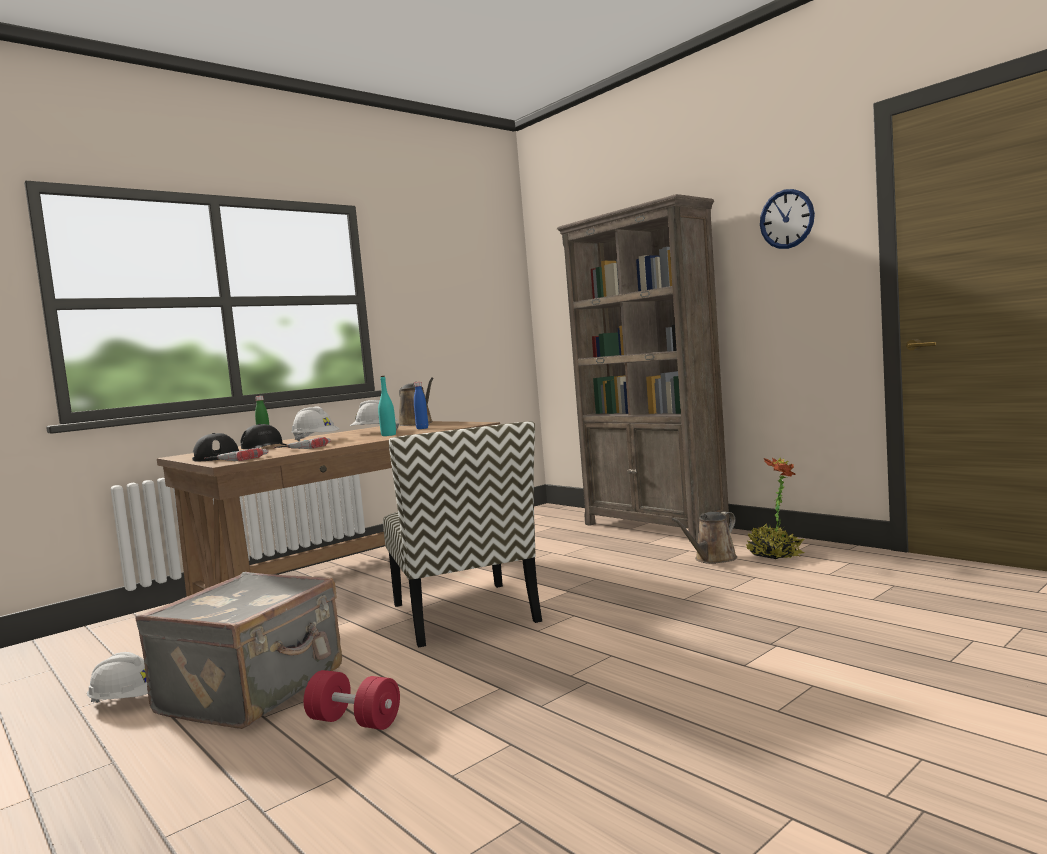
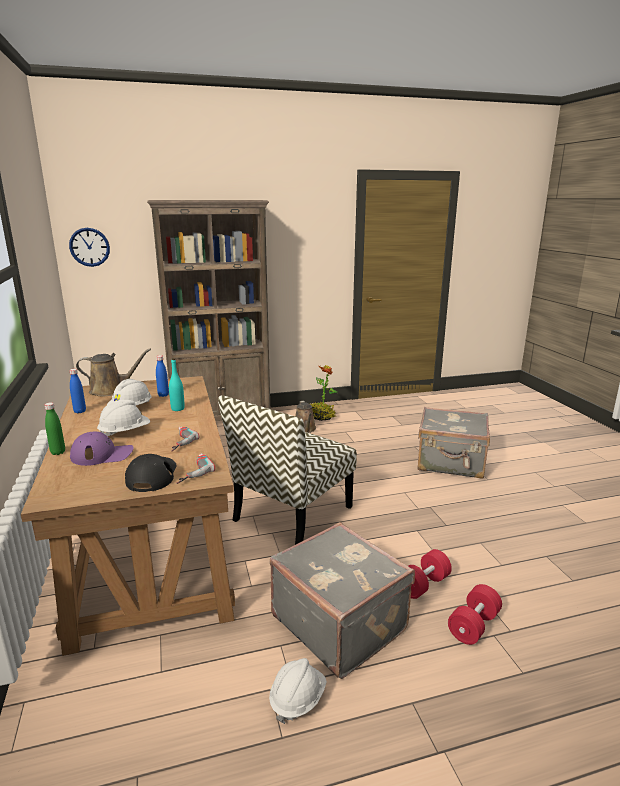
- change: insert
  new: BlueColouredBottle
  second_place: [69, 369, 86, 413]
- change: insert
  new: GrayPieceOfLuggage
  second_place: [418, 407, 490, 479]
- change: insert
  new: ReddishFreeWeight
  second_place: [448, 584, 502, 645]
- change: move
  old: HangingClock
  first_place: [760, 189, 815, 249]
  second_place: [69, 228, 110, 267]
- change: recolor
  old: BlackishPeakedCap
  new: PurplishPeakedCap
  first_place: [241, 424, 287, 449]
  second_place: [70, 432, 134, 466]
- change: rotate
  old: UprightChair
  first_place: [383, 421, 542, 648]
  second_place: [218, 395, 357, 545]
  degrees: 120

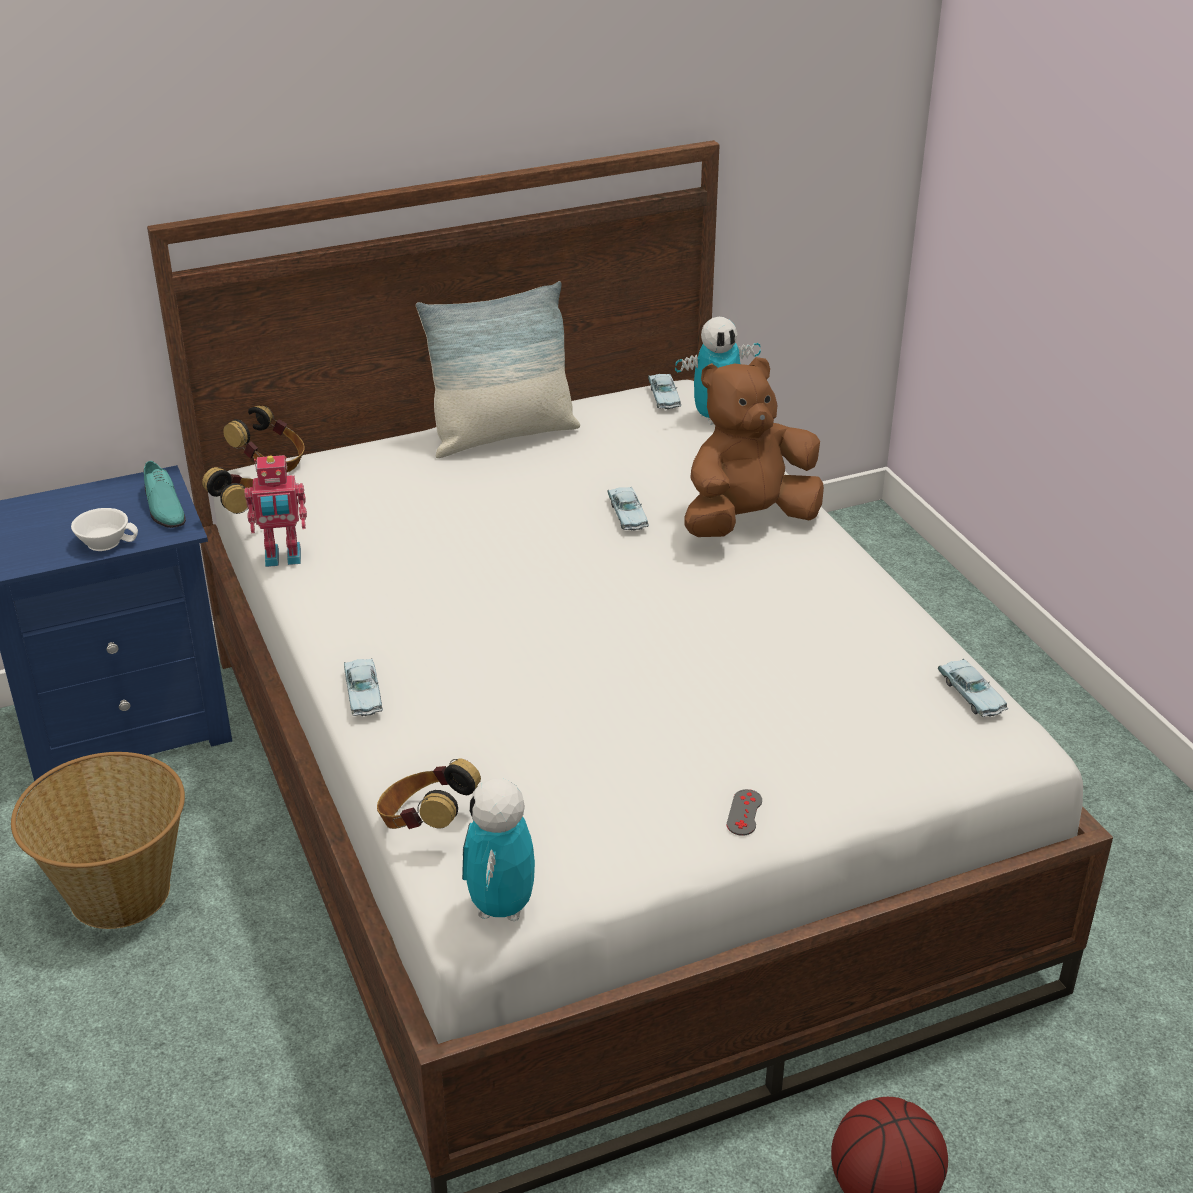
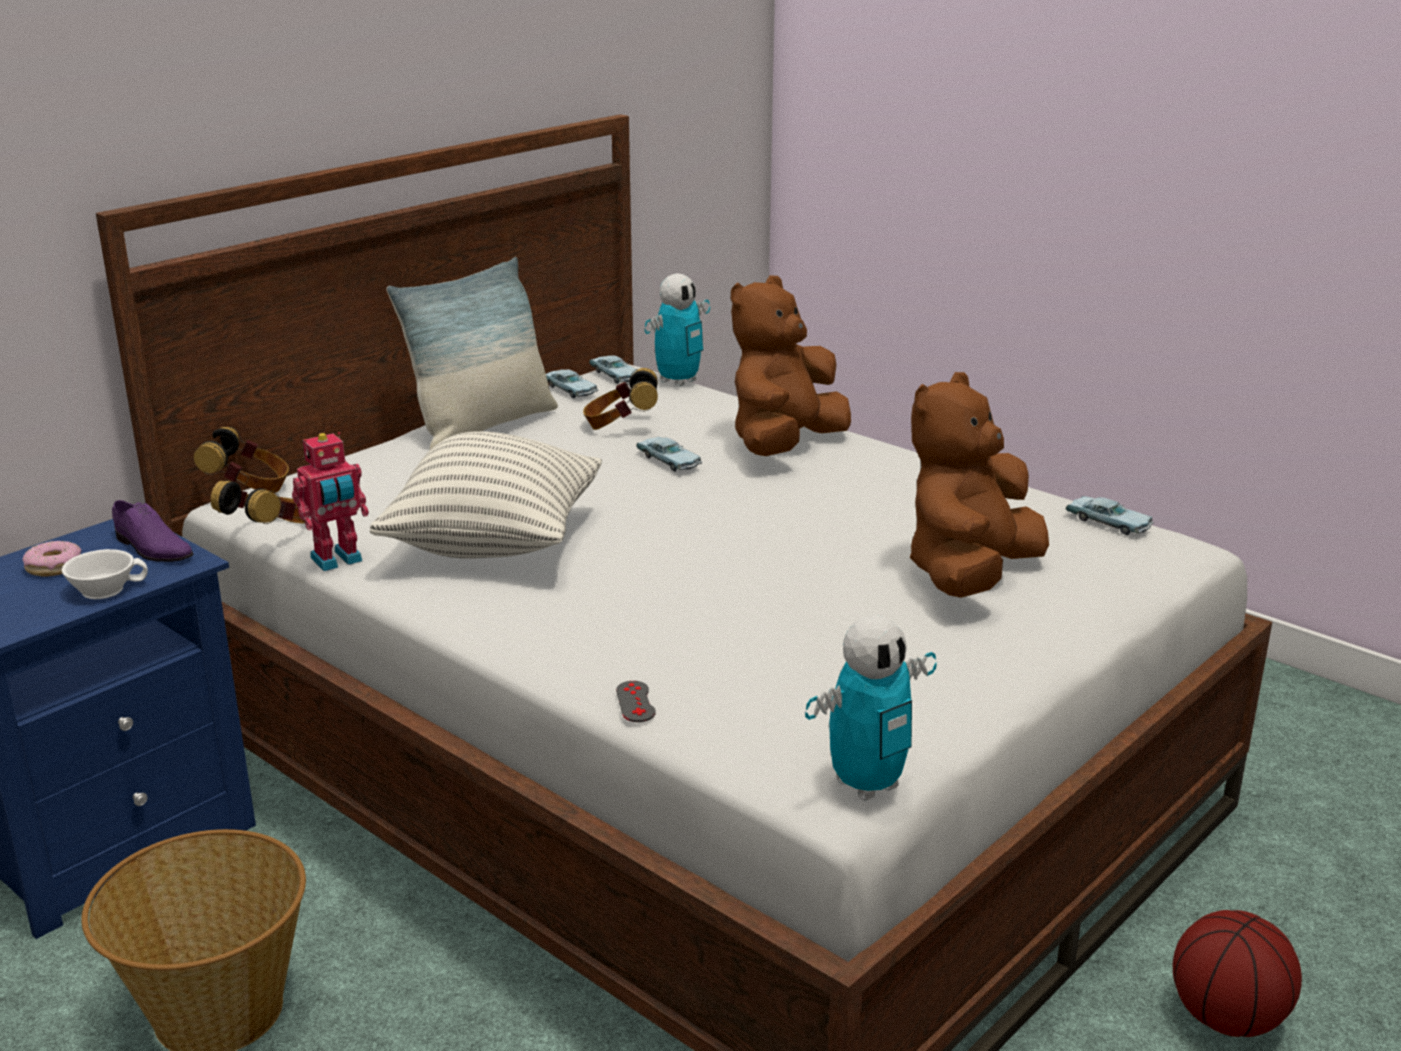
- change: insert
  new: RingDoughnut
  second_place: [22, 541, 82, 576]
- change: insert
  new: ThrowPillow
  second_place: [370, 431, 602, 559]
- change: insert
  new: BrownPlushToy
  second_place: [910, 372, 1049, 598]
- change: move
  old: BlueColouredModelCar
  first_place: [344, 659, 383, 716]
  second_place: [546, 369, 598, 398]
- change: move
  old: Headphones
  first_place: [377, 759, 481, 829]
  second_place: [583, 368, 658, 430]
- change: move
  old: GrayJoypad
  first_place: [727, 789, 762, 836]
  second_place: [616, 681, 656, 722]
- change: recolor
  old: TurquoiseColouredShoe
  new: PurplishShoe
  first_place: [144, 461, 186, 528]
  second_place: [112, 500, 193, 562]
- change: rotate
  old: ToyRobot
  first_place: [462, 778, 535, 921]
  second_place: [805, 616, 937, 801]
  degrees: -105

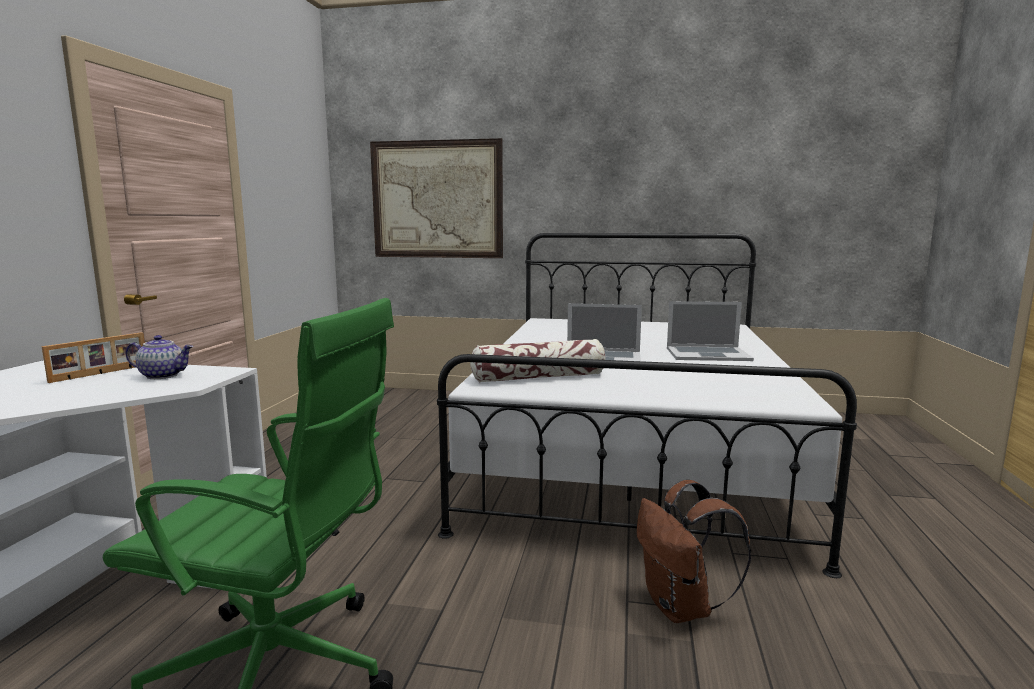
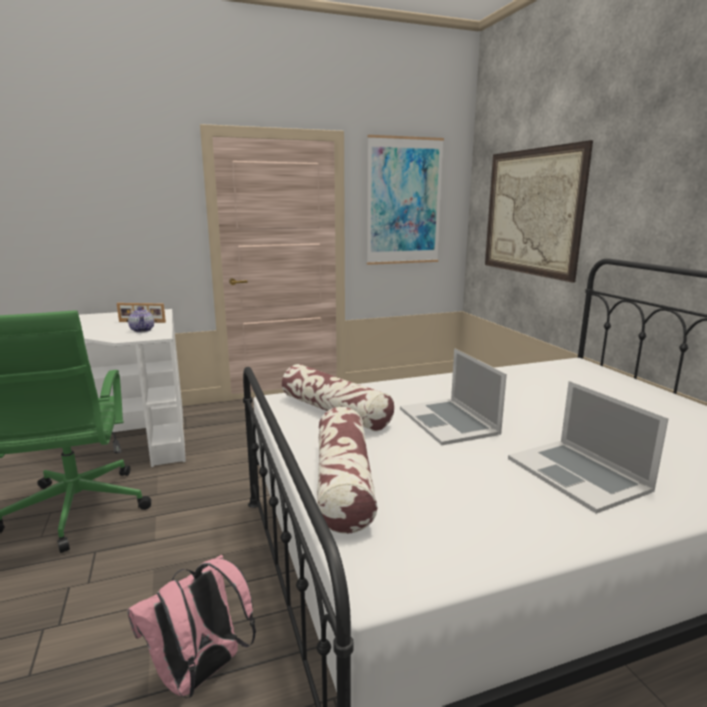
- change: insert
  new: ThrowPillow
  second_place: [317, 407, 378, 534]
- change: insert
  new: WallArt
  second_place: [367, 135, 444, 265]
- change: recolor
  old: BrownRucksack
  new: PinkRucksack
  first_place: [637, 480, 751, 623]
  second_place: [127, 555, 256, 698]

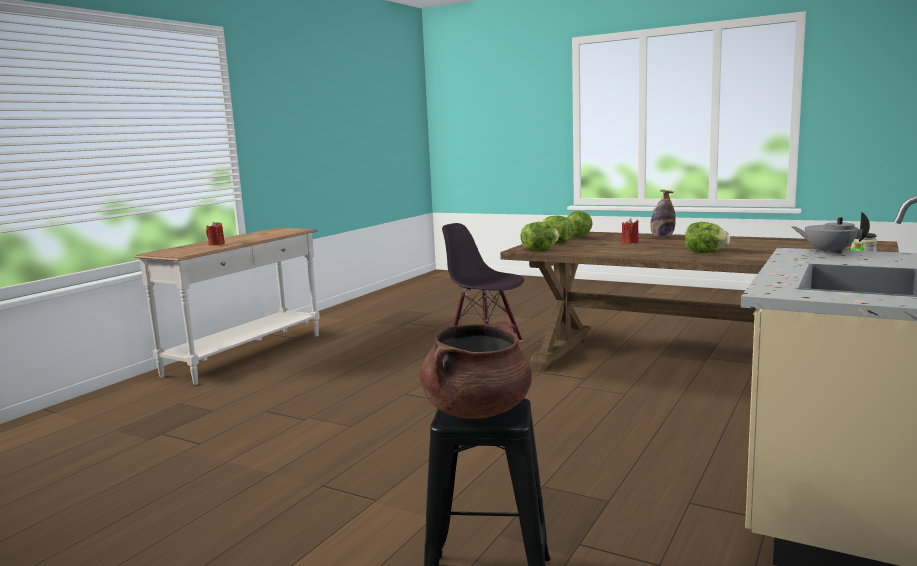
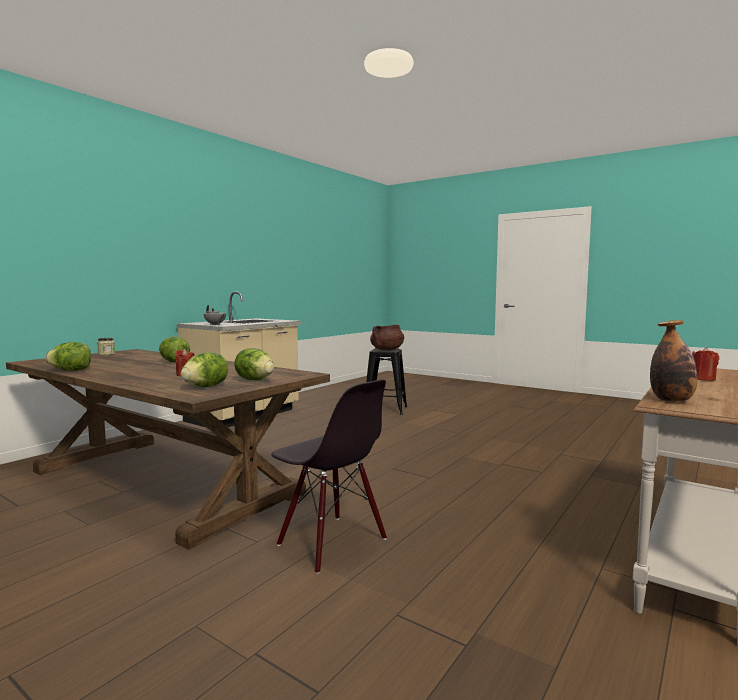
- change: move
  old: LettuceHead
  first_place: [520, 222, 559, 251]
  second_place: [45, 342, 91, 371]
- change: move
  old: Bottle
  first_place: [650, 190, 676, 238]
  second_place: [650, 320, 697, 402]

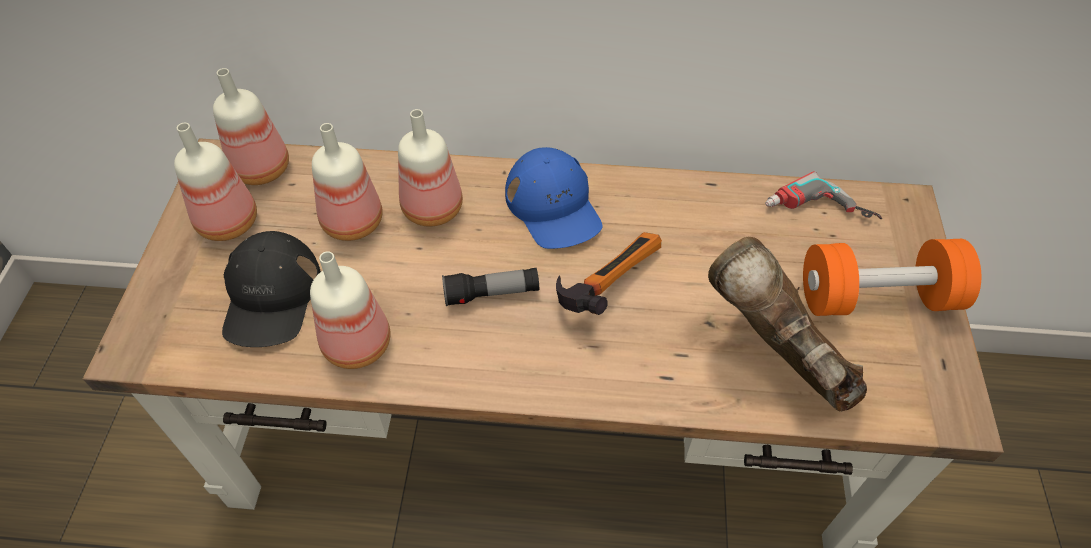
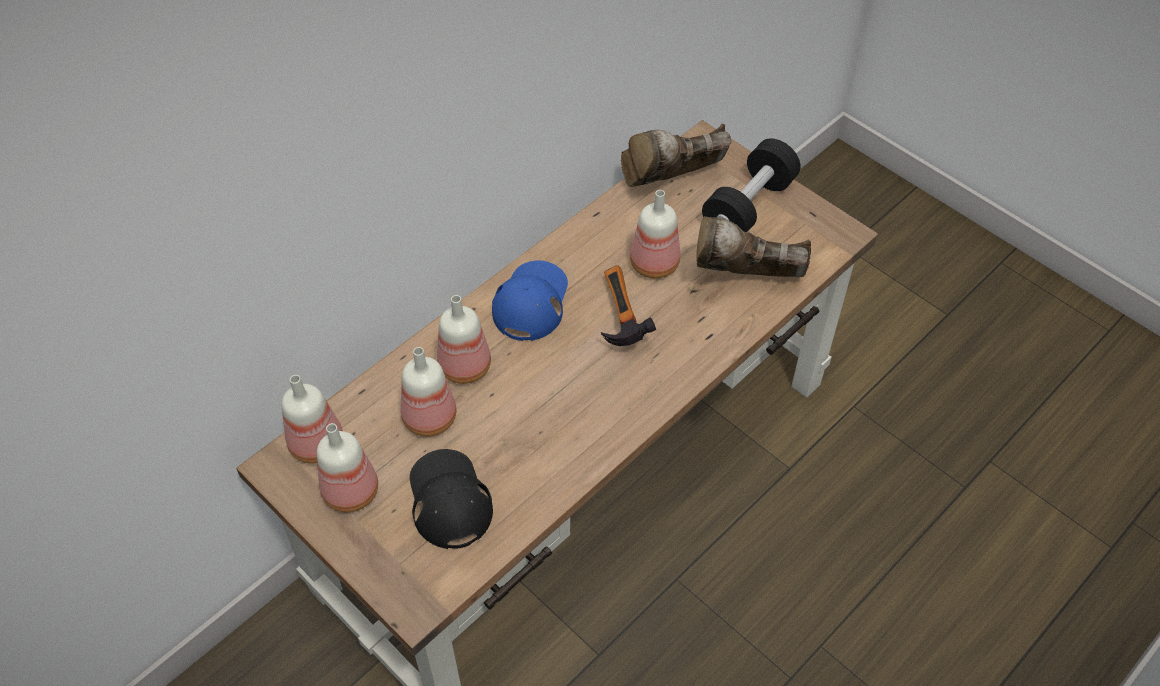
- change: delete
  old: Torch
  first_place: [442, 268, 539, 306]
- change: move
  old: Bottle
  first_place: [310, 251, 391, 369]
  second_place: [630, 190, 680, 279]
- change: replace
  old: Drill
  new: BrownBoot
  first_place: [765, 171, 882, 219]
  second_place: [621, 123, 731, 187]
- change: recolor
  old: OrangeFreeWeight
  new: BlackishFreeWeight
  first_place: [803, 239, 981, 316]
  second_place: [702, 138, 801, 232]
- change: rotate
  old: BlackishPeakedCap
  first_place: [222, 231, 321, 347]
  second_place: [410, 449, 493, 549]
  degrees: -150
- change: rotate
  old: BlueColouredPeakedCap
  first_place: [505, 147, 602, 249]
  second_place: [492, 260, 568, 341]
  degrees: -90

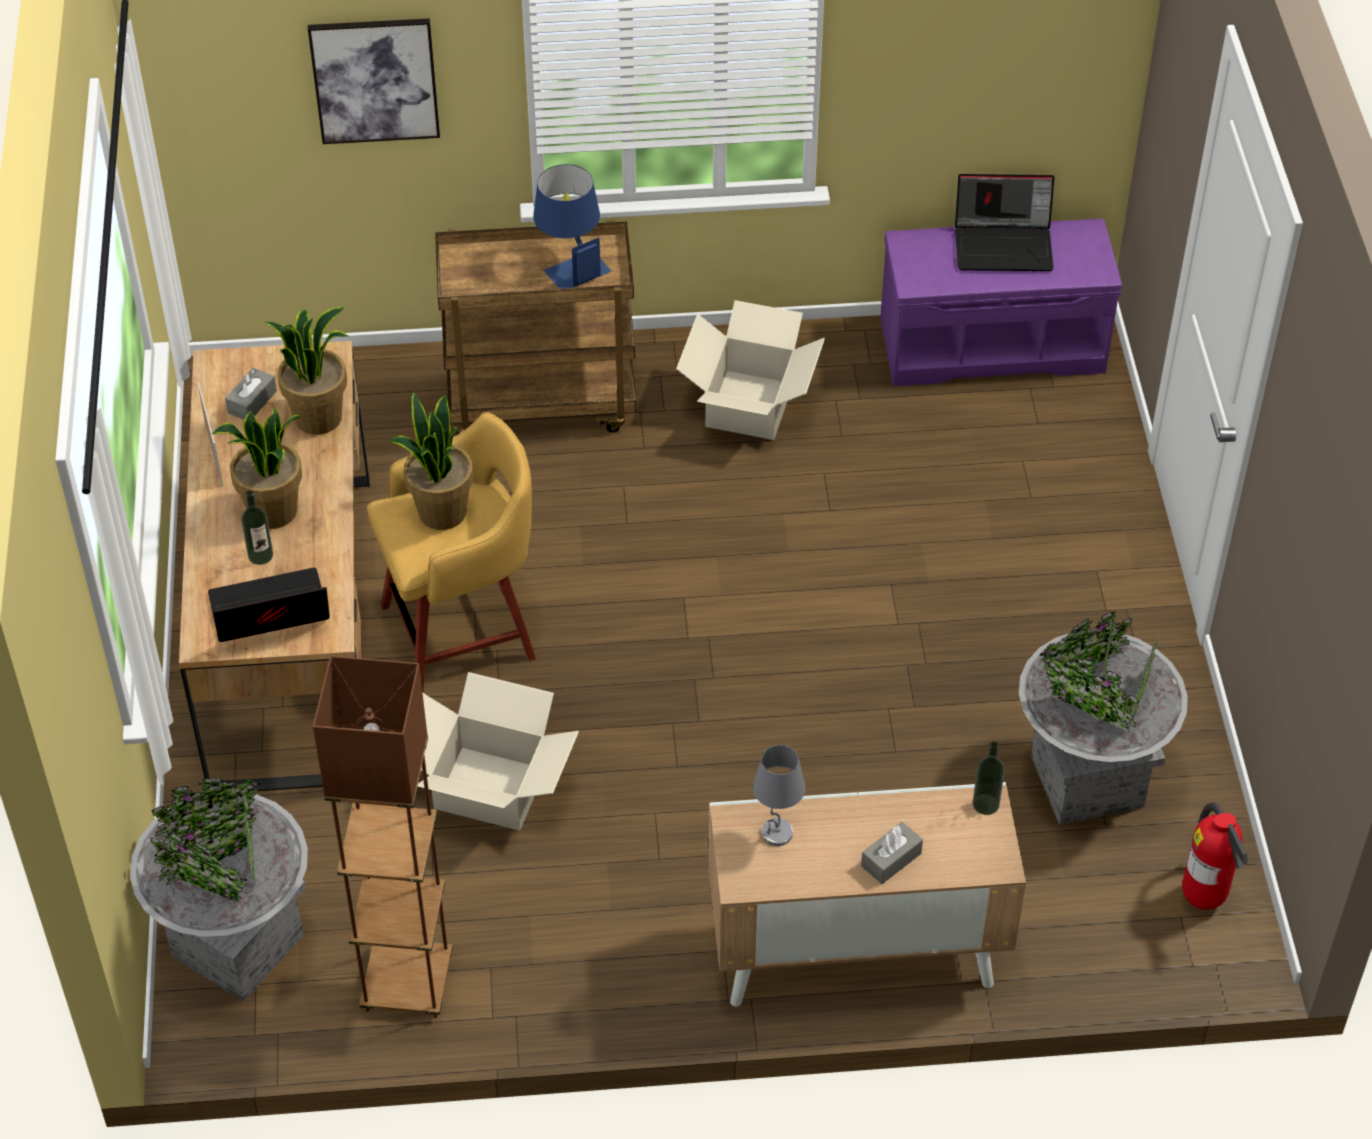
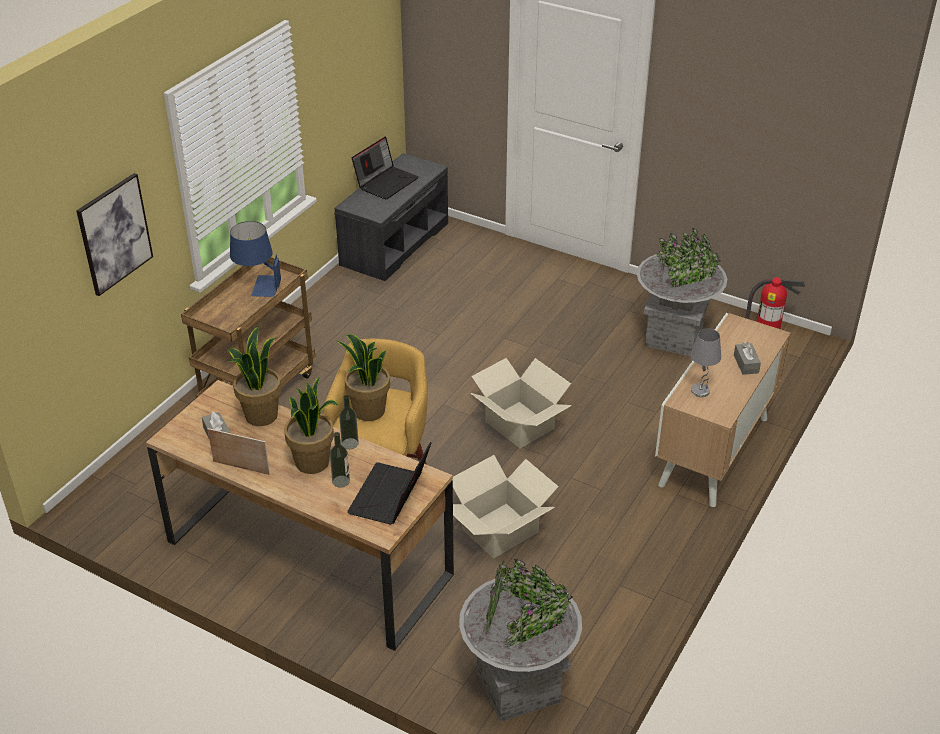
- change: delete
  old: BrownStandingLamp
  first_place: [313, 656, 453, 1018]
- change: move
  old: PackingBox
  first_place: [676, 300, 825, 440]
  second_place: [471, 358, 572, 449]
- change: move
  old: Bottle
  first_place: [973, 741, 1005, 815]
  second_place: [339, 395, 359, 449]
- change: recolor
  old: PurplishLongSeat
  new: GrayLongSeat
  first_place: [880, 219, 1122, 386]
  second_place: [335, 153, 448, 281]

